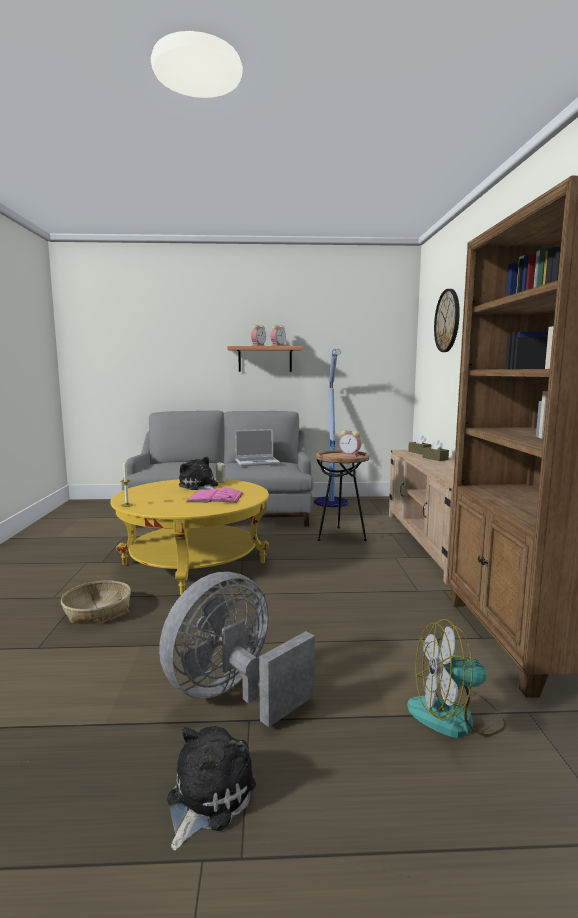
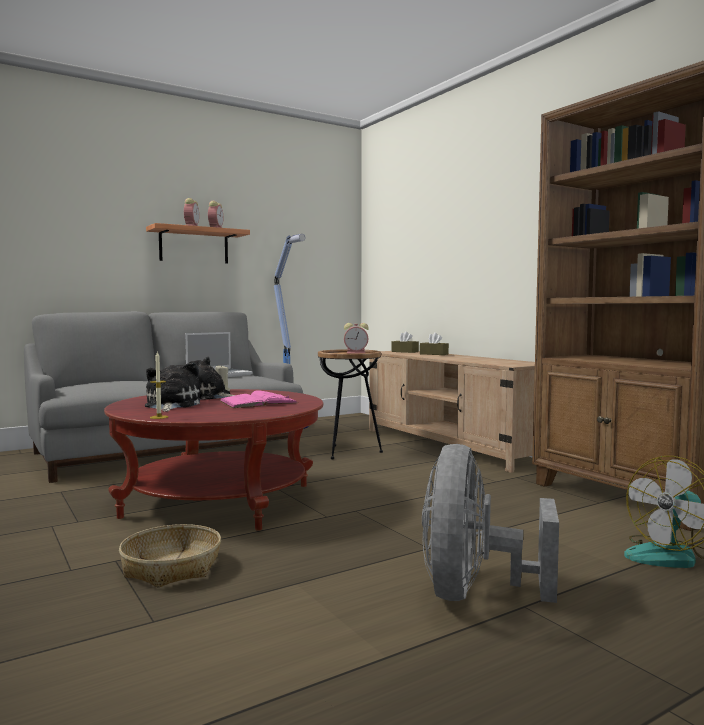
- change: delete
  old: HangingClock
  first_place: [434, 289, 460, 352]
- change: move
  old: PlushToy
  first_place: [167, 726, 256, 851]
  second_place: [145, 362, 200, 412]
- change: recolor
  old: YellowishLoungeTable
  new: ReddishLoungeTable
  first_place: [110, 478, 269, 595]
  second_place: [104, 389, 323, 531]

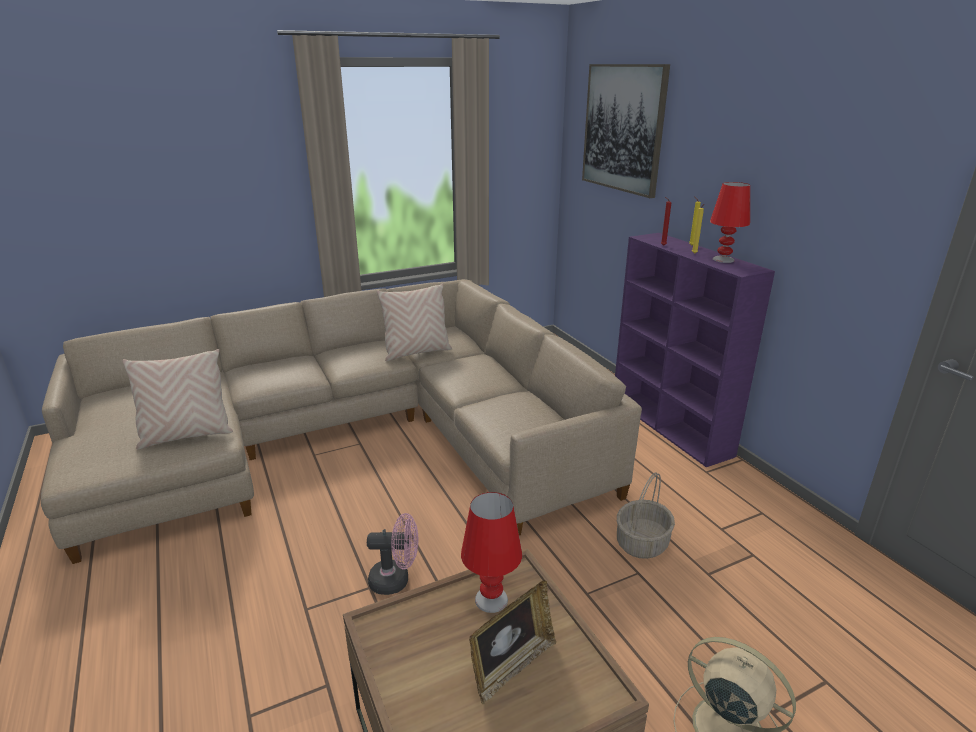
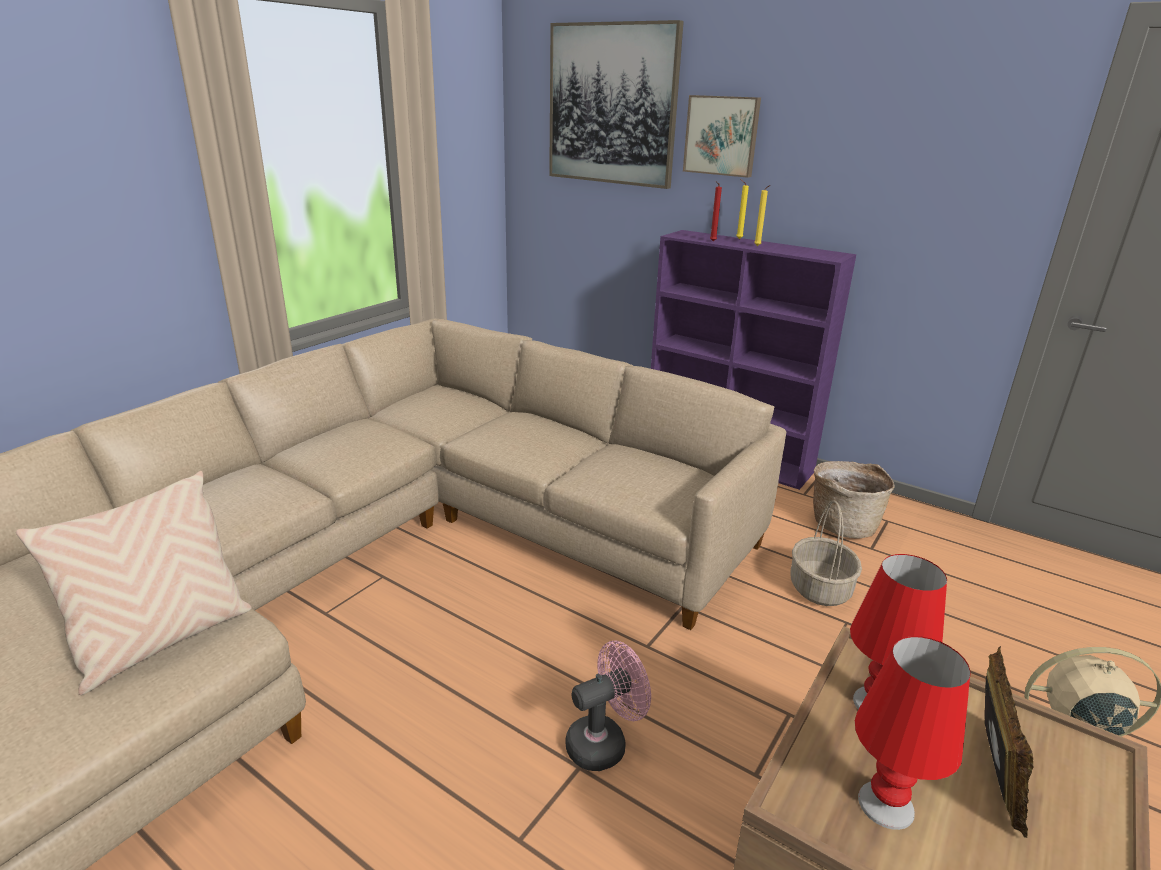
- change: delete
  old: BeigeColouredThrowPillow
  first_place: [377, 284, 452, 361]
- change: insert
  new: WallArt
  second_place: [683, 95, 761, 178]
- change: insert
  new: HouseholdBasket
  second_place: [813, 461, 894, 538]
- change: move
  old: ReddishTableLamp
  first_place: [710, 182, 750, 263]
  second_place: [855, 636, 971, 830]

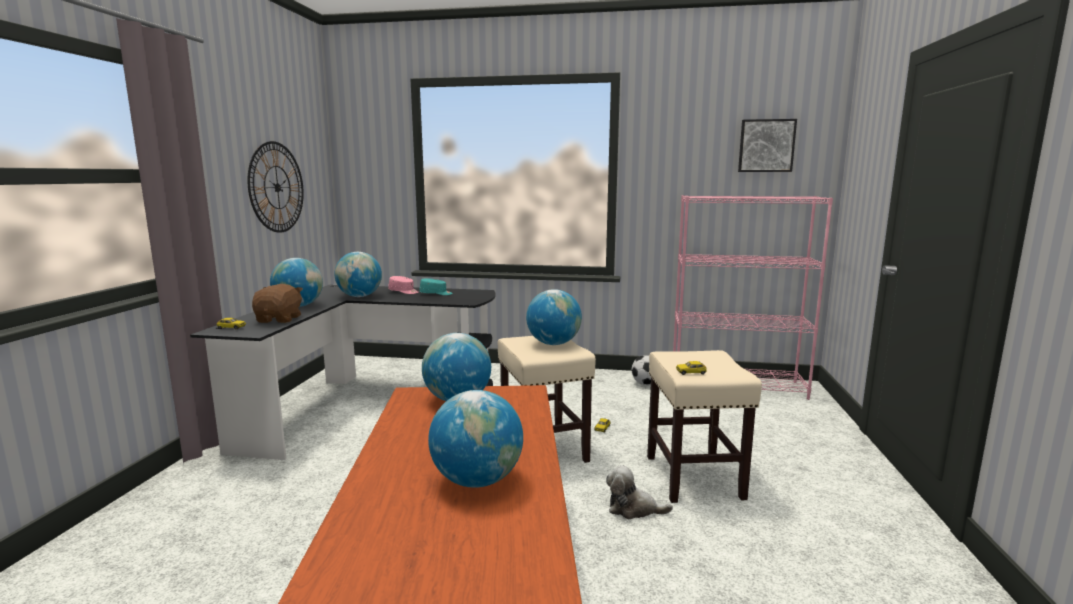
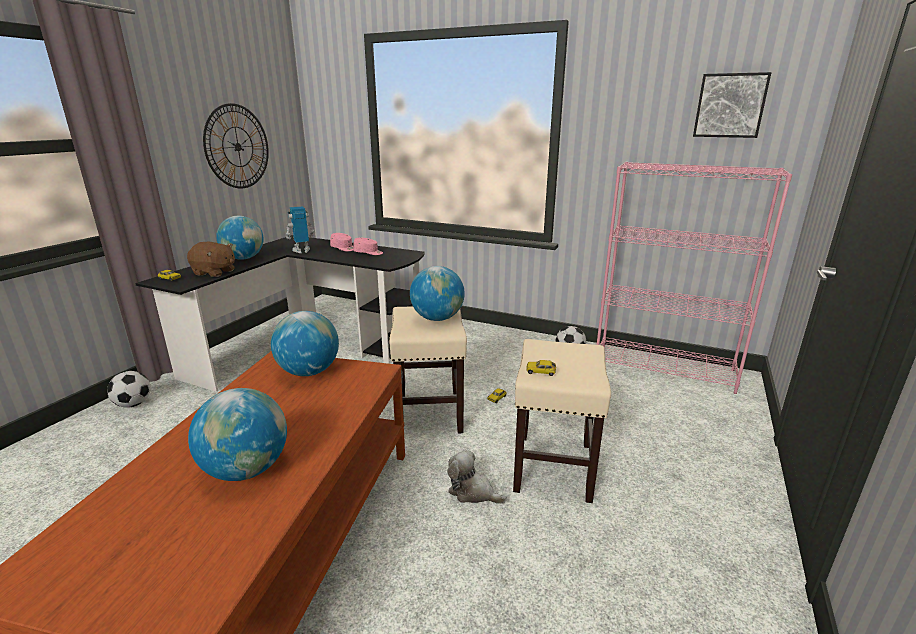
- change: insert
  new: Football
  second_place: [107, 371, 151, 408]
- change: replace
  old: WorldGlobe
  new: ToyRobot
  first_place: [334, 252, 382, 297]
  second_place: [286, 206, 314, 253]
- change: recolor
  old: TurquoiseColouredPeakedCap
  new: PinkPeakedCap
  first_place: [420, 278, 453, 295]
  second_place: [353, 238, 383, 255]
- change: rotate
  old: BrownPlushToy
  first_place: [252, 284, 303, 323]
  second_place: [187, 242, 235, 277]
  degrees: 90

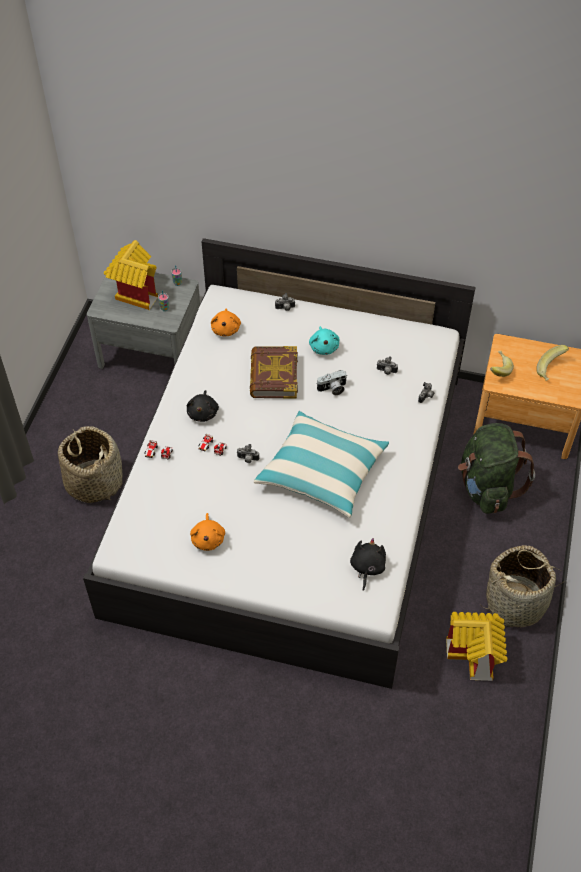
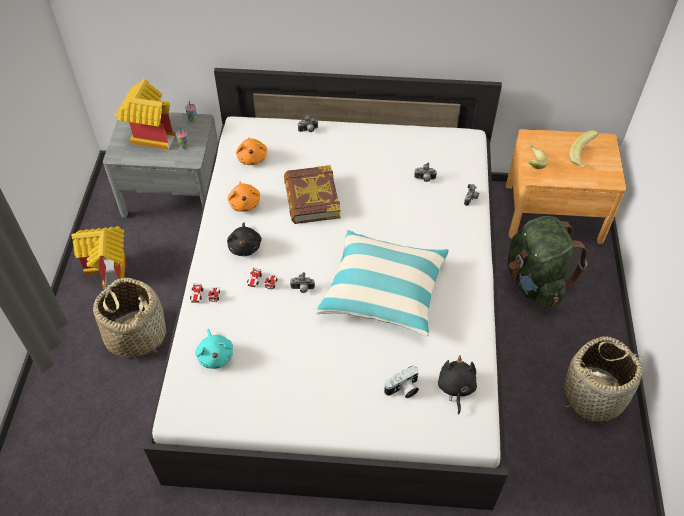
- change: move
  old: OrangePlushToy
  first_place: [190, 513, 225, 551]
  second_place: [227, 181, 260, 212]
- change: move
  old: TurquoiseColouredPlushToy
  first_place: [309, 326, 340, 355]
  second_place: [195, 329, 233, 369]
- change: move
  old: PhotoCamera
  first_place: [317, 370, 347, 395]
  second_place: [384, 365, 419, 398]
- change: move
  old: ModelHouse
  first_place: [446, 612, 507, 681]
  second_place: [72, 226, 125, 289]

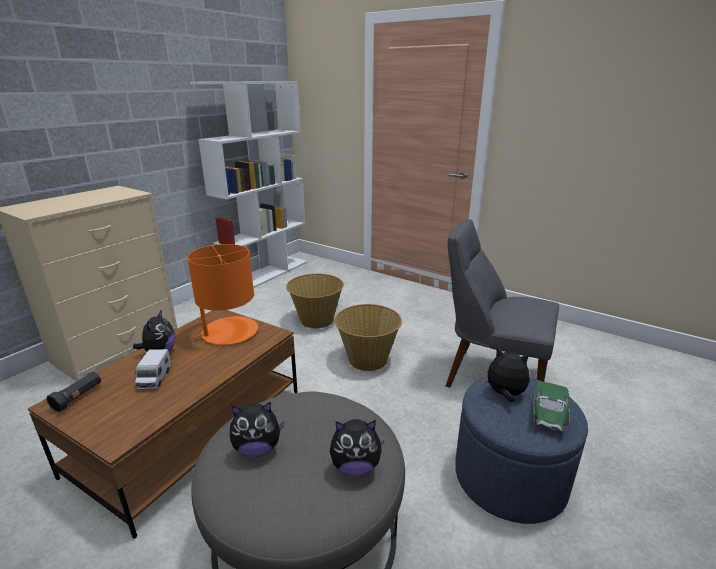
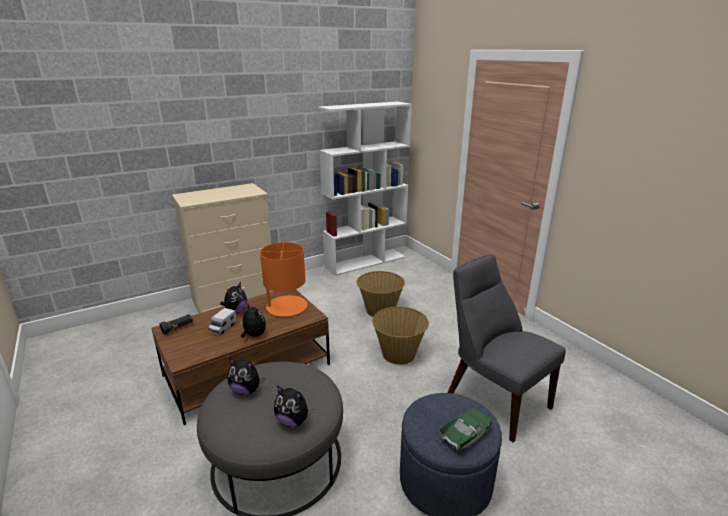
- change: move
  old: PlushToy
  first_place: [482, 347, 529, 402]
  second_place: [240, 303, 266, 338]

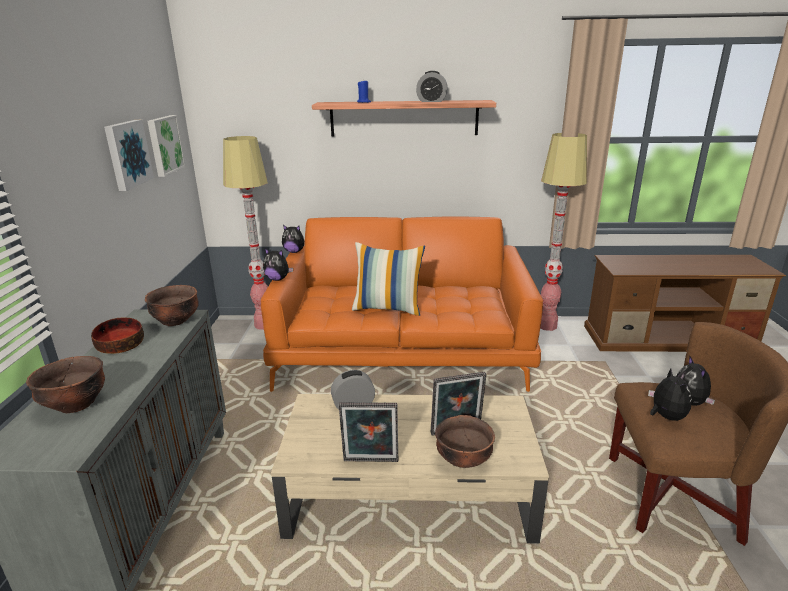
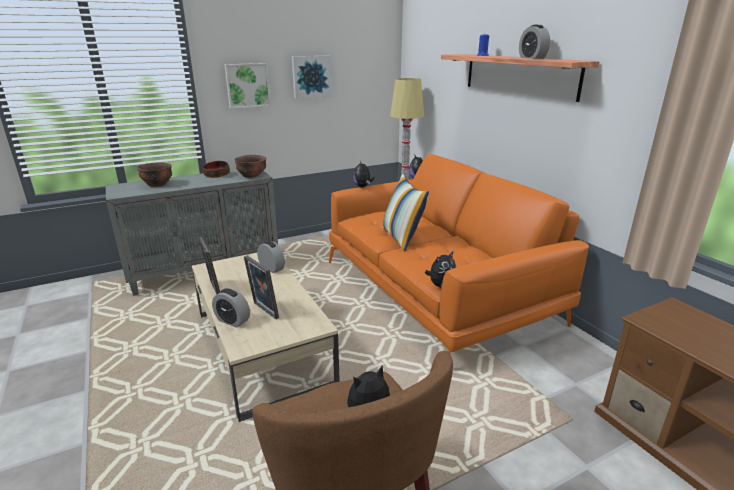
- change: delete
  old: StandingLamp
  first_place: [540, 133, 587, 331]
- change: move
  old: WallArt
  first_place: [147, 115, 186, 177]
  second_place: [224, 63, 271, 109]
- change: move
  old: PlushToy
  first_place: [648, 369, 692, 421]
  second_place: [425, 251, 456, 288]
- change: replace
  old: BrownDeepDish
  new: AlarmClock
  first_place: [435, 415, 495, 468]
  second_place: [212, 288, 250, 328]

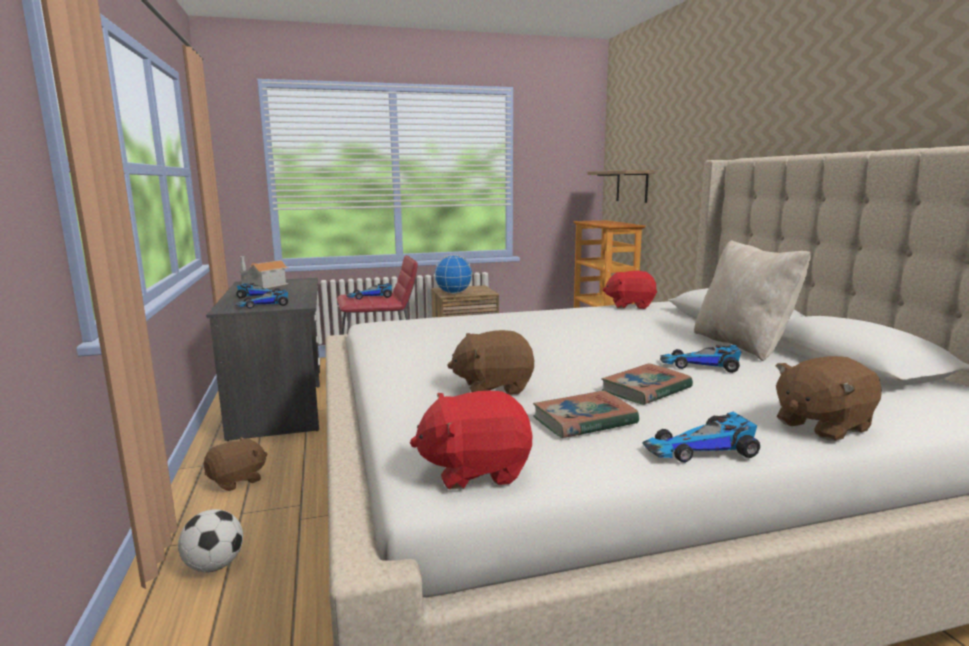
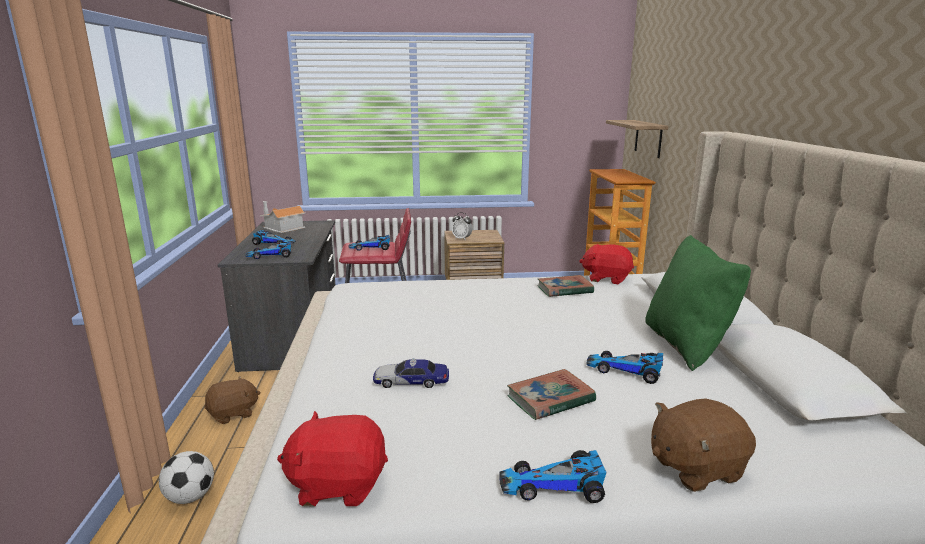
- change: move
  old: Book
  first_place: [533, 390, 639, 438]
  second_place: [537, 275, 594, 297]
- change: replace
  old: WorldGlobe
  new: AlarmClock
  first_place: [434, 255, 473, 294]
  second_place: [452, 212, 472, 241]
- change: replace
  old: BrownPlushToy
  new: ModelCar
  first_place: [447, 330, 534, 395]
  second_place: [373, 359, 449, 388]
- change: recolor
  old: BeigeColouredThrowPillow
  new: GreenishThrowPillow
  first_place: [694, 240, 811, 362]
  second_place: [645, 235, 751, 371]

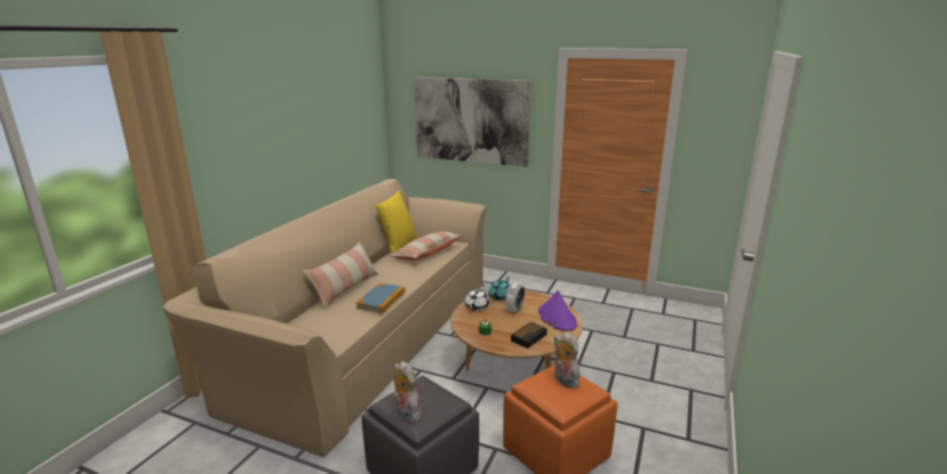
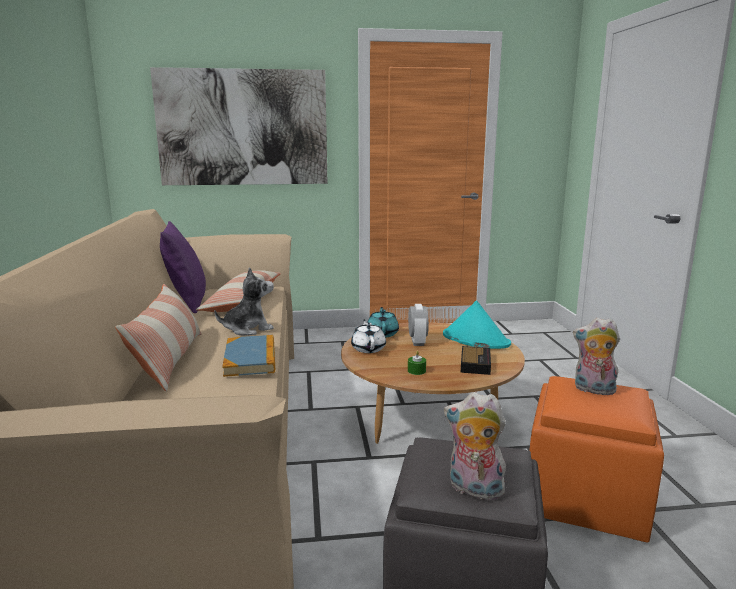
- change: insert
  new: PlushToy
  second_place: [214, 267, 274, 336]
- change: recolor
  old: YellowishThrowPillow
  new: PurplishThrowPillow
  first_place: [375, 190, 417, 253]
  second_place: [160, 221, 206, 313]
- change: recolor
  old: PurplishHat
  new: TurquoiseColouredHat
  first_place: [538, 290, 577, 331]
  second_place: [443, 301, 511, 349]

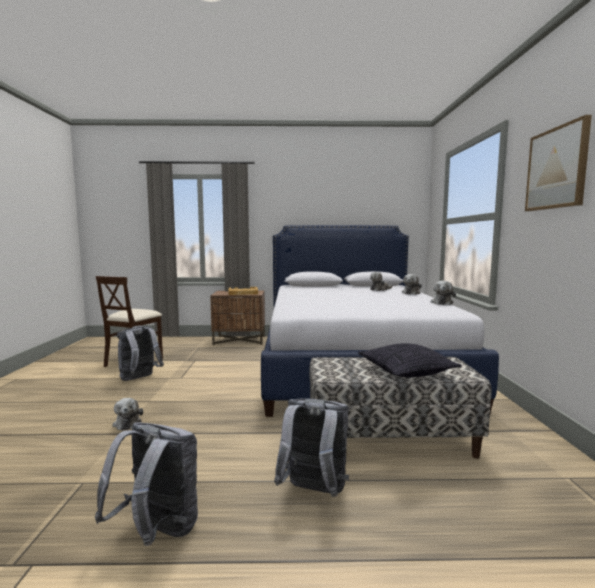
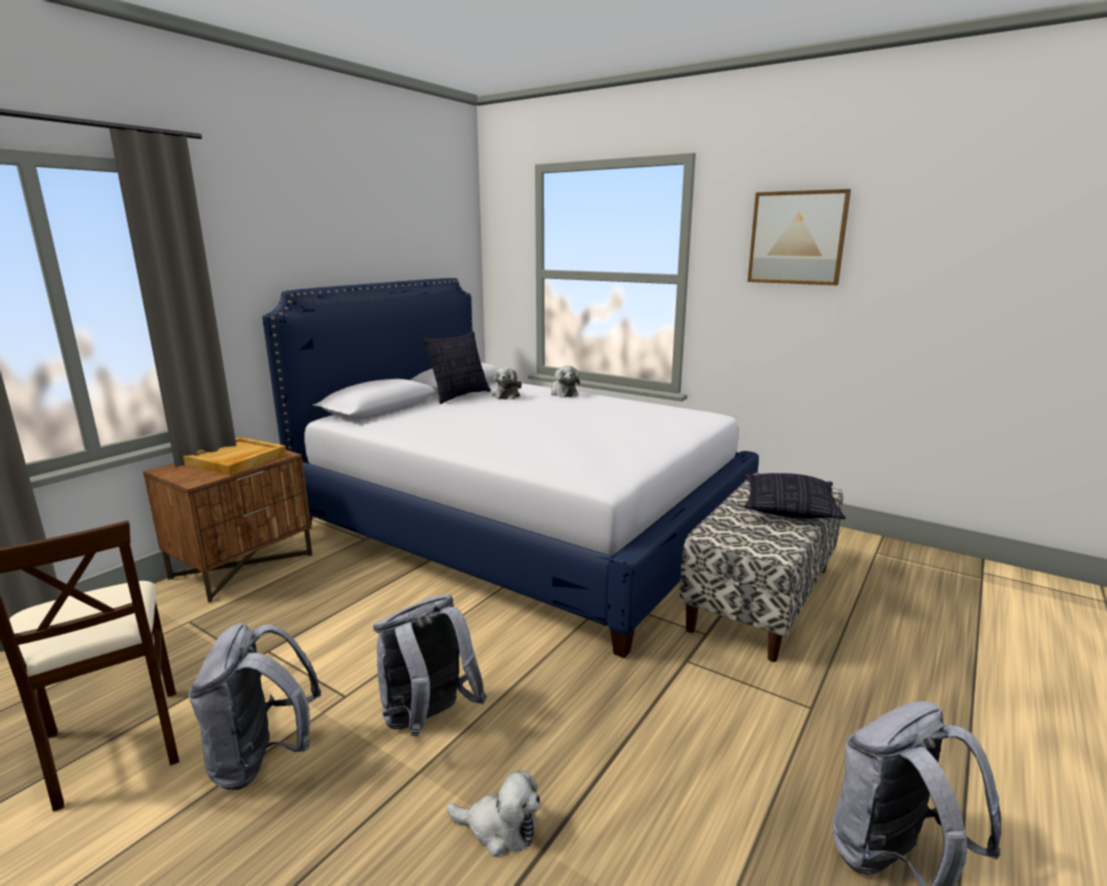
- change: delete
  old: PlushToy
  first_place: [430, 281, 456, 305]
- change: insert
  new: ThrowPillow
  second_place: [422, 331, 491, 404]
- change: move
  old: GrayRucksack
  first_place: [274, 399, 349, 497]
  second_place: [373, 594, 487, 736]

